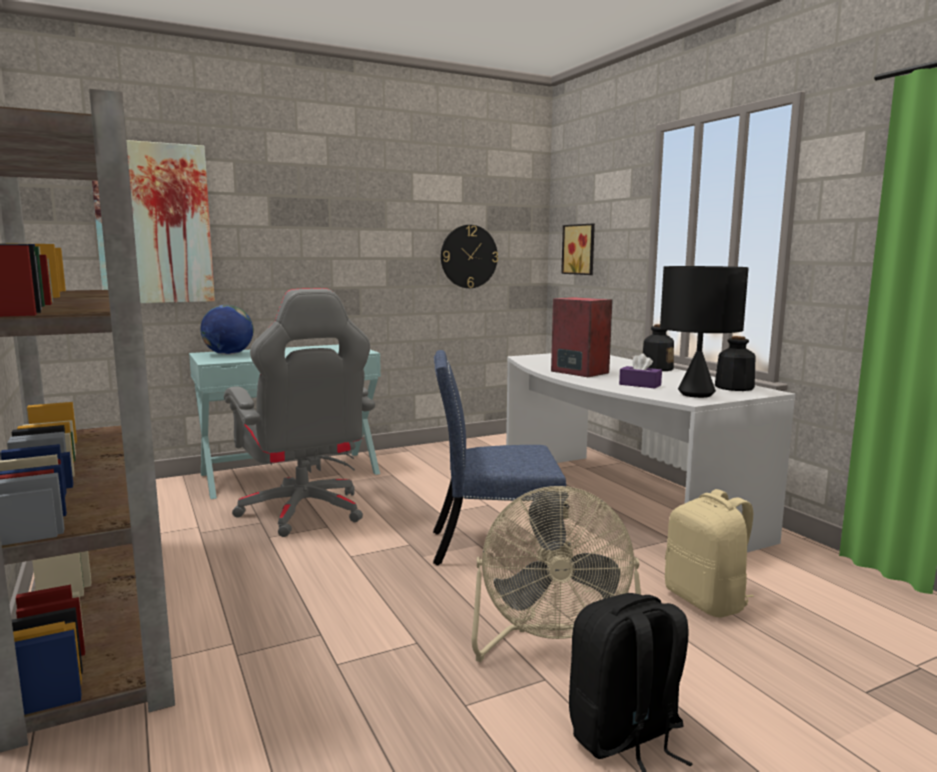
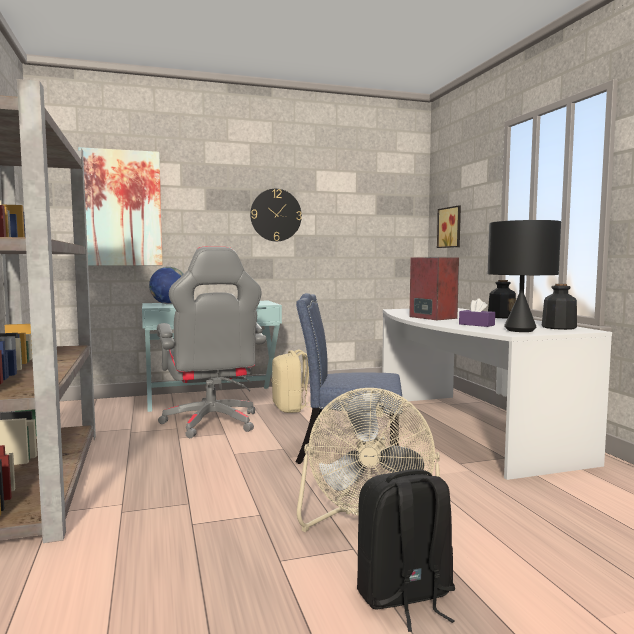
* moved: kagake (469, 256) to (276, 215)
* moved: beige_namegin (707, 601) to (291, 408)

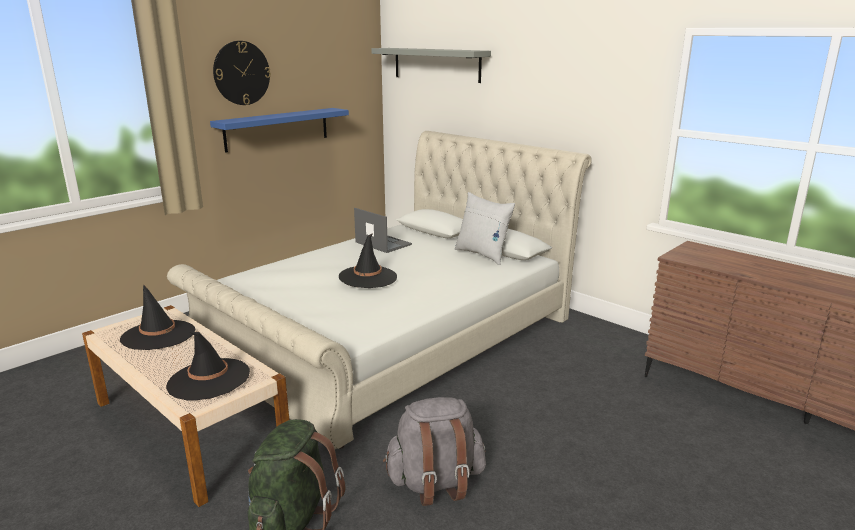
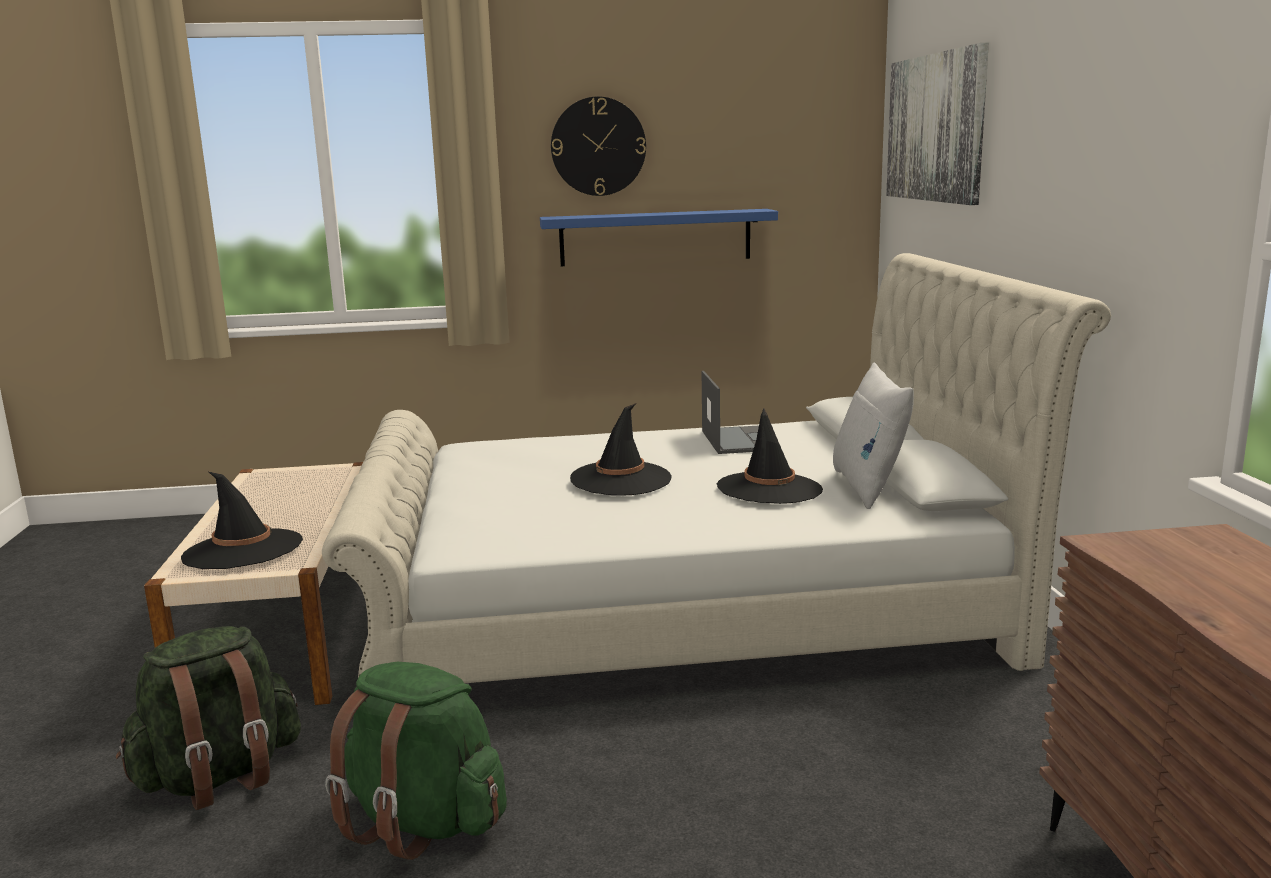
* moved: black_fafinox (158, 335) to (769, 489)
* replaced: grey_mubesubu (436, 64) to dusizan (935, 128)
* recoloured: grey_namegin (435, 483) to green_namegin (423, 822)

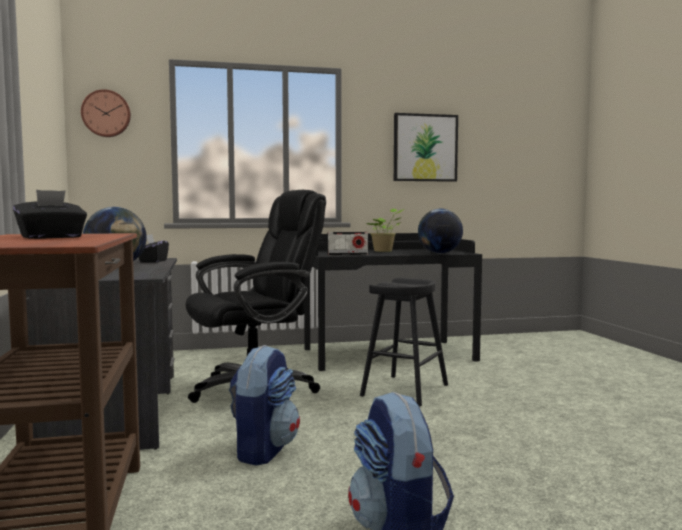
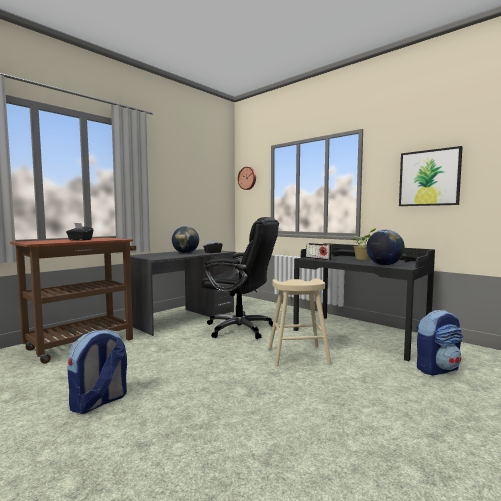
* moved: namegin (263, 450) to (437, 369)
* recoloured: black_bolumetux (405, 390) to beige_bolumetux (298, 356)

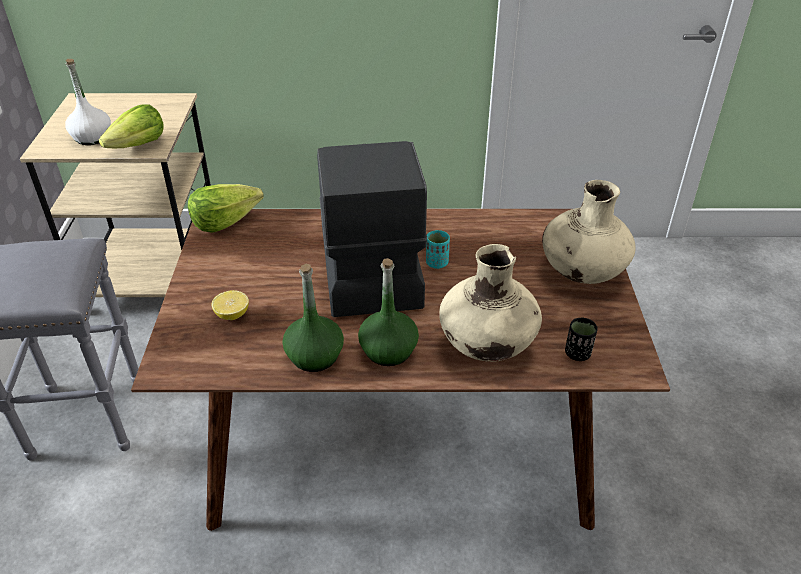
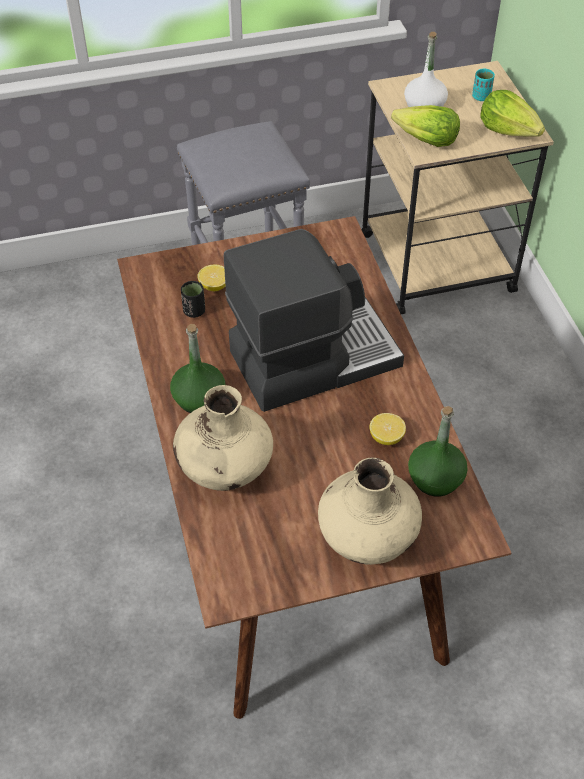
* added: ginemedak (386, 437)
* moved: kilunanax (225, 221) to (509, 130)
* moved: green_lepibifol (314, 356) to (435, 479)
* moved: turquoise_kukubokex (437, 263) to (481, 97)
* moved: black_kukubokex (577, 354) to (194, 311)

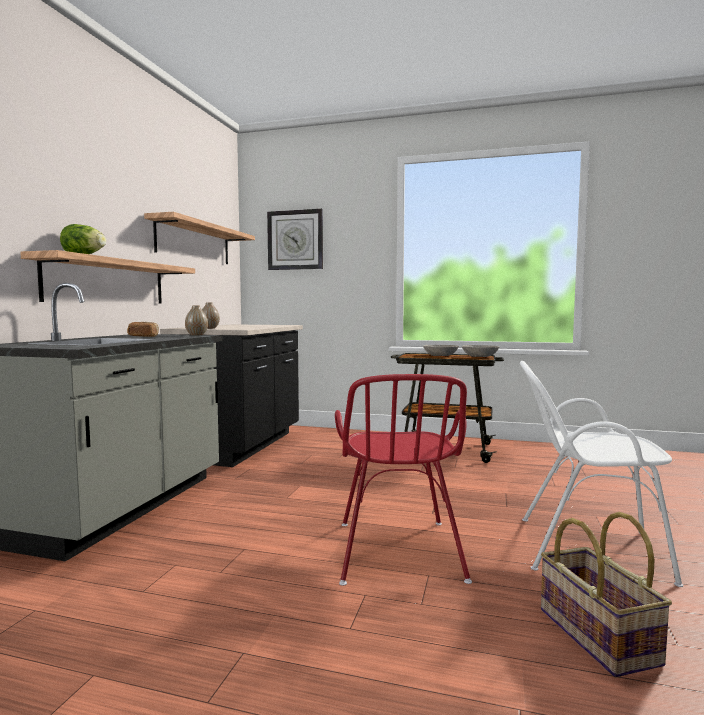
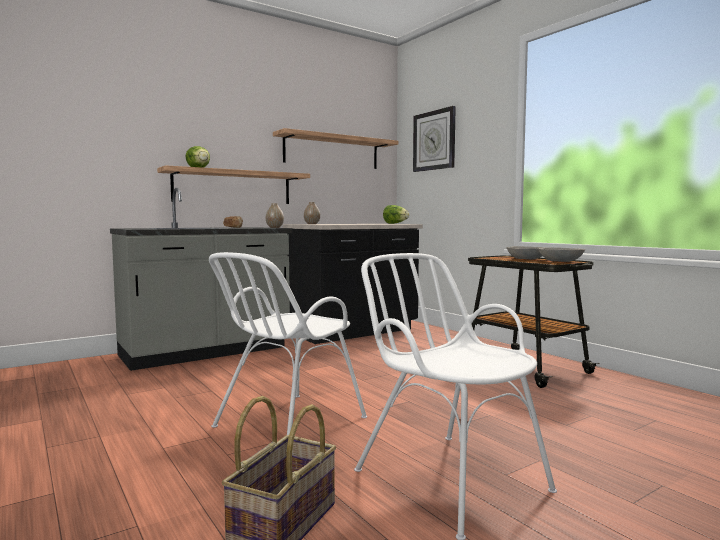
* added: kilunanax (395, 223)
* recoloured: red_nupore (398, 553) to white_nupore (287, 424)

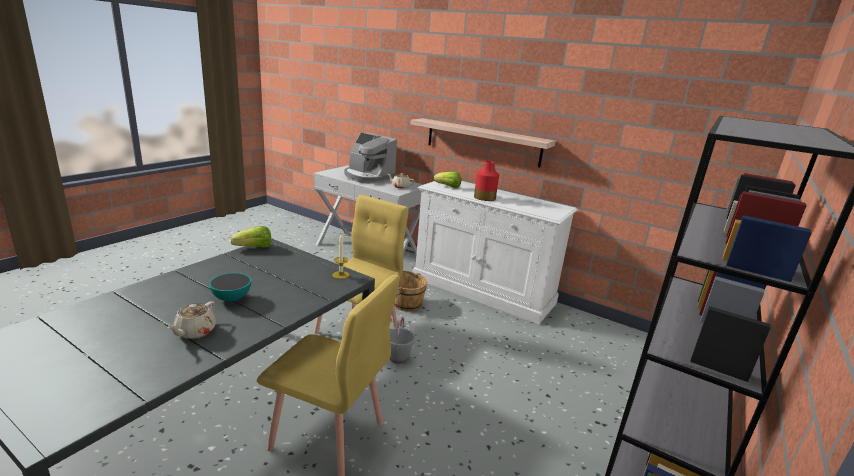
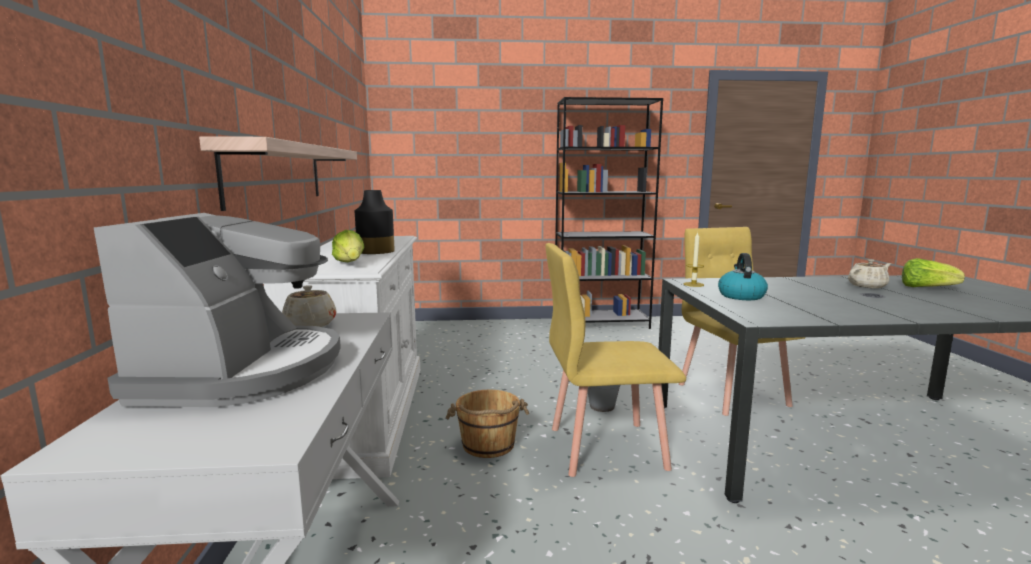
* removed: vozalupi (231, 298)
* added: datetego (741, 296)
* moved: kilunanax (254, 248) to (926, 288)
* recoloured: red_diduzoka (484, 197) to black_diduzoka (376, 251)

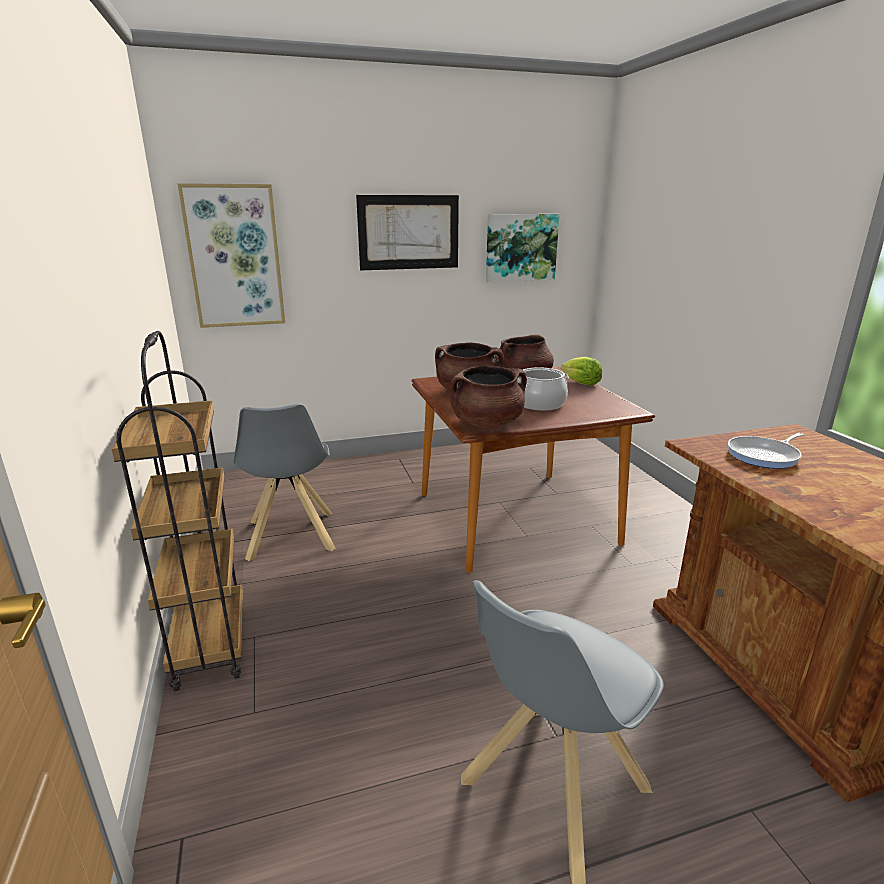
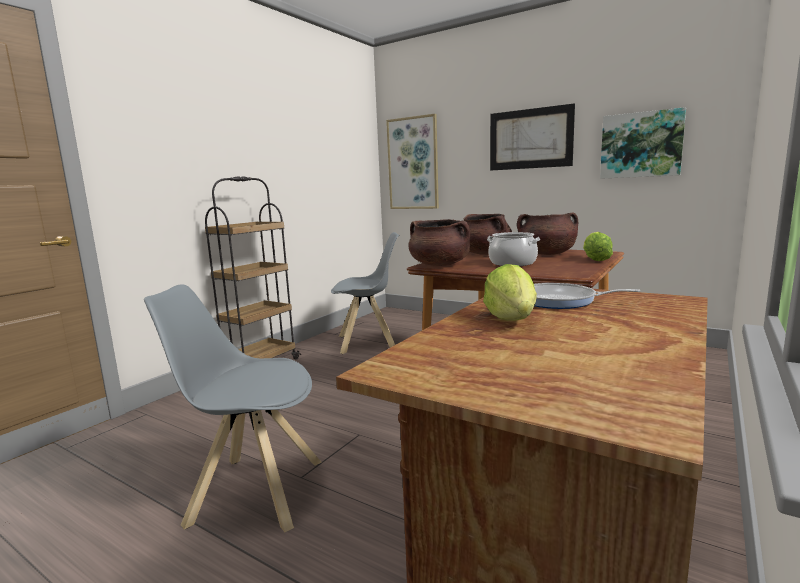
* added: kilunanax (512, 319)
* turned: grey_nupore (291, 537) = (369, 342) 135 degrees counterclockwise

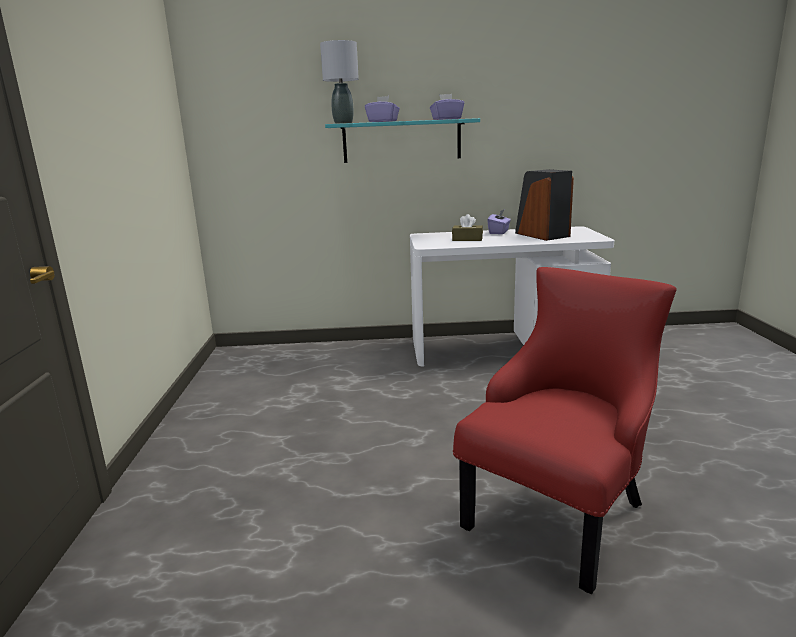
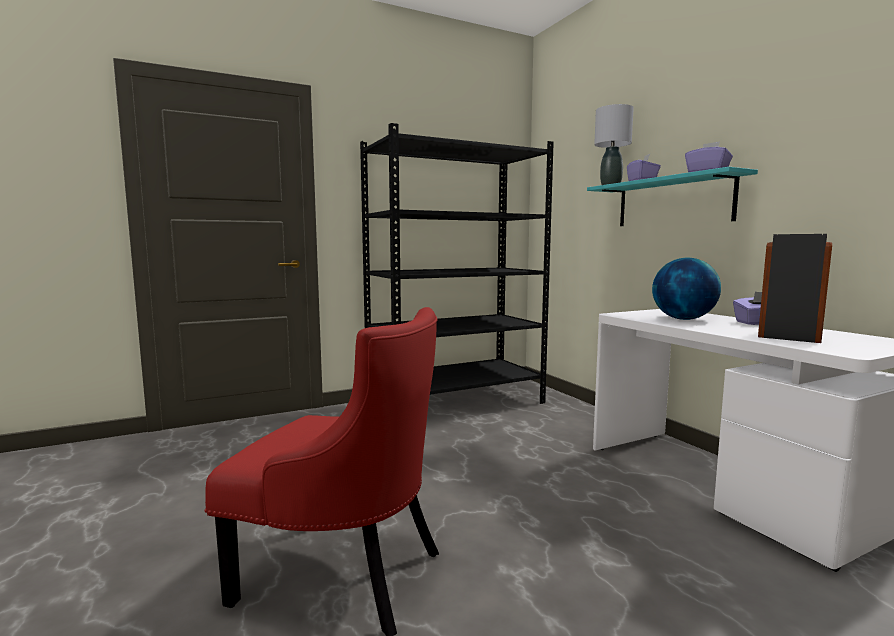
* added: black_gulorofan (455, 402)
* replaced: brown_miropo (467, 239) to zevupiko (683, 319)

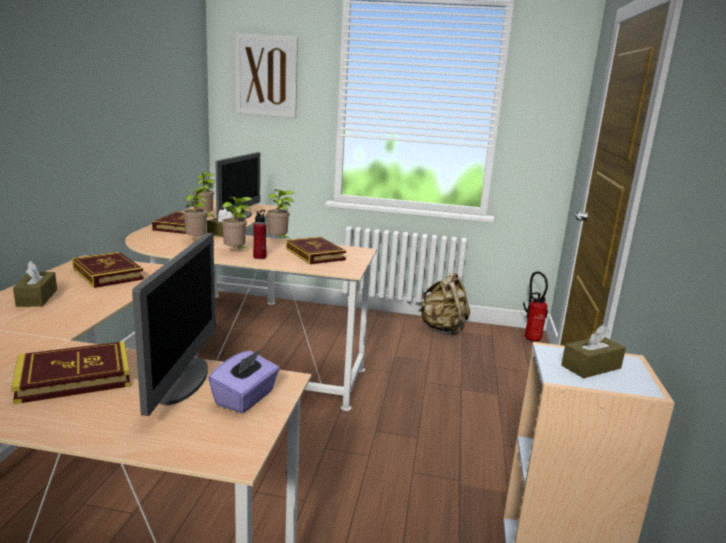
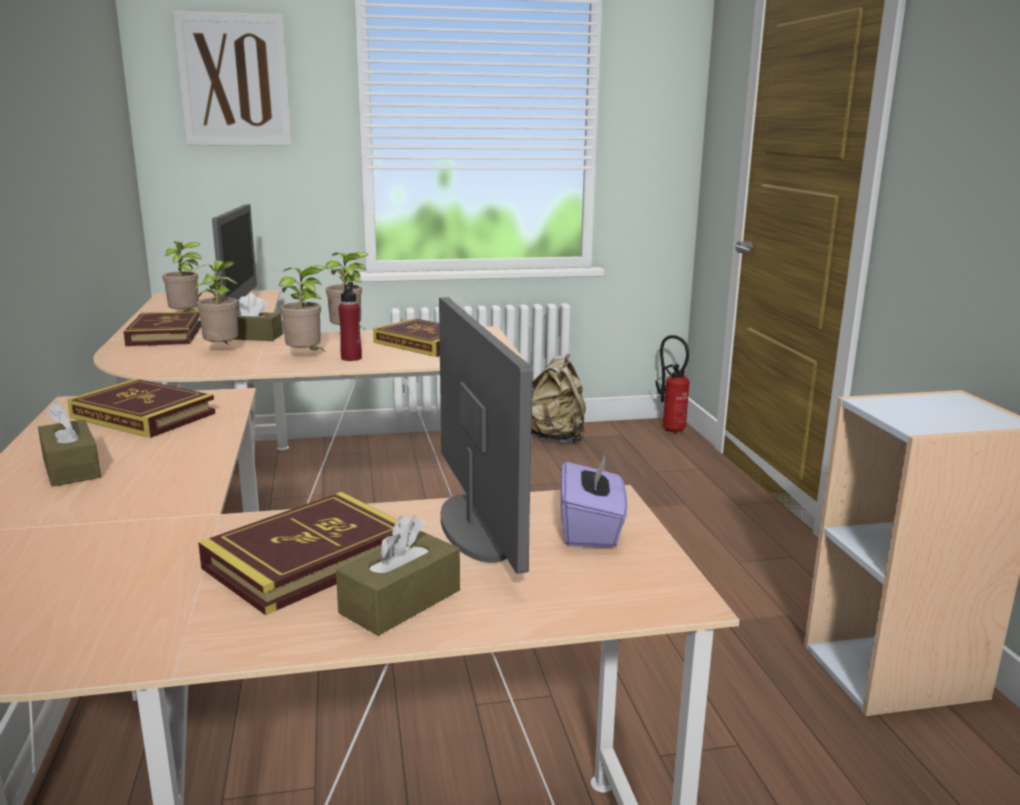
* moved: brown_miropo (591, 367) to (400, 601)

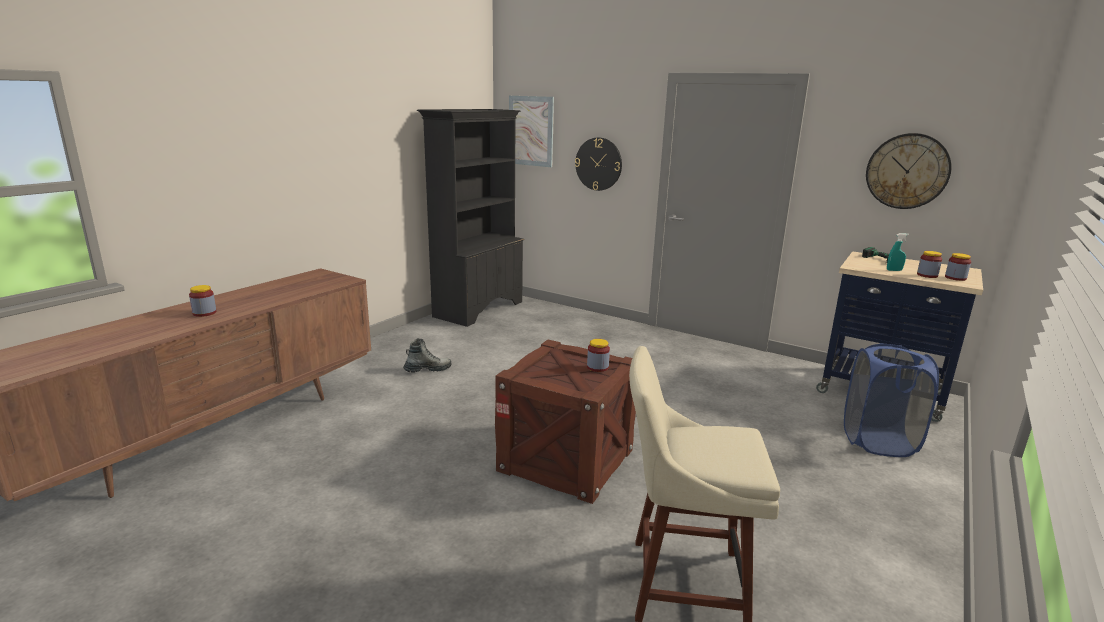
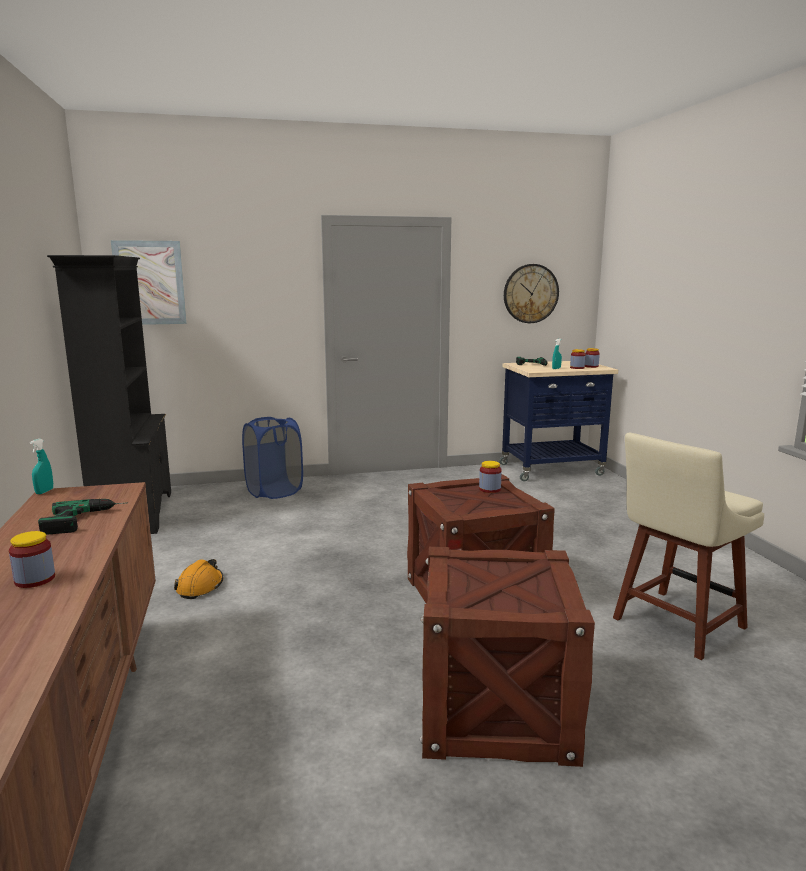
* removed: kagake (598, 164)
* added: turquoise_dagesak (44, 491)
* added: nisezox (86, 520)
* added: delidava (496, 709)
* moved: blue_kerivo (878, 441) to (274, 491)
* replaced: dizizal (427, 369) to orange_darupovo (200, 587)

